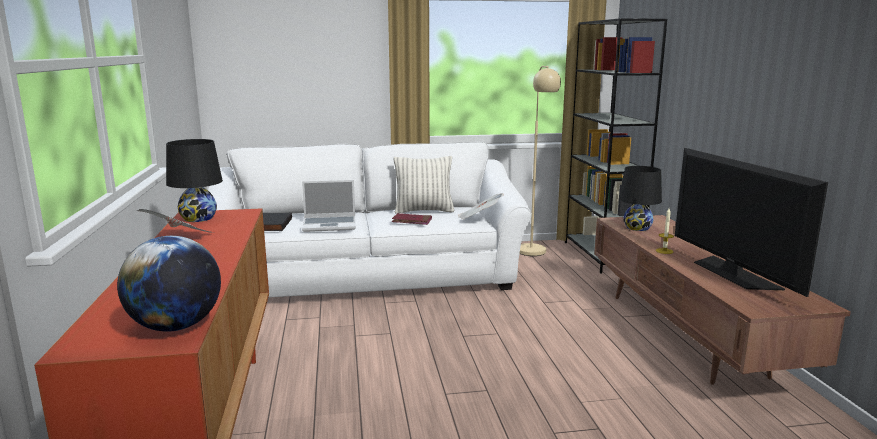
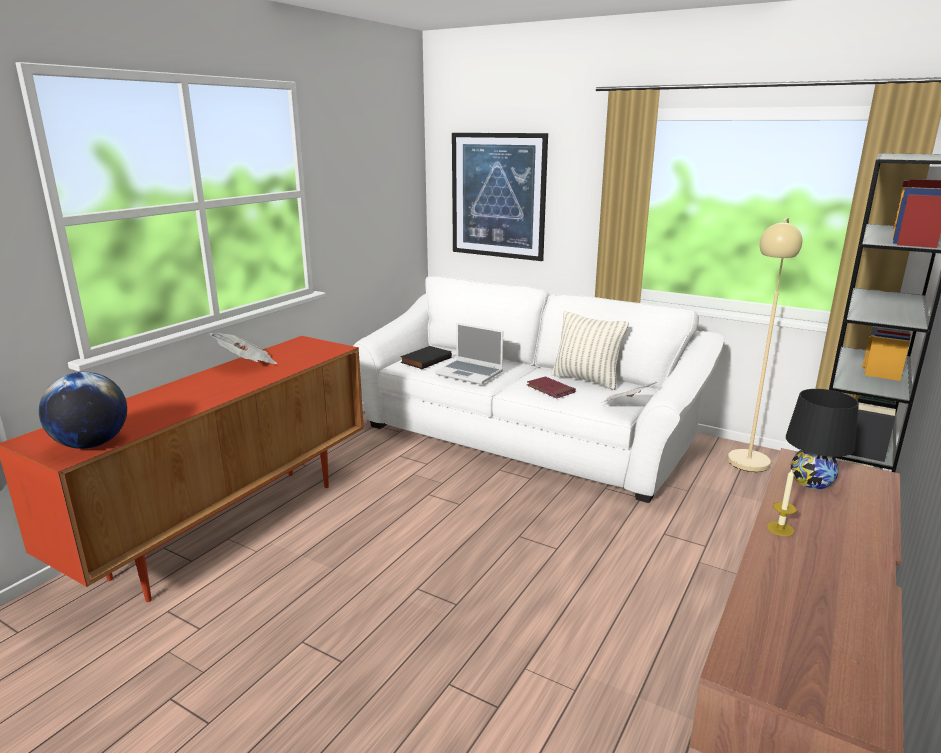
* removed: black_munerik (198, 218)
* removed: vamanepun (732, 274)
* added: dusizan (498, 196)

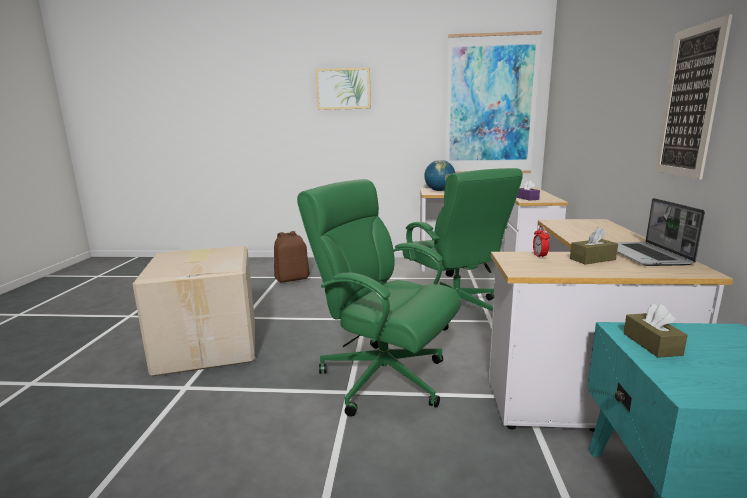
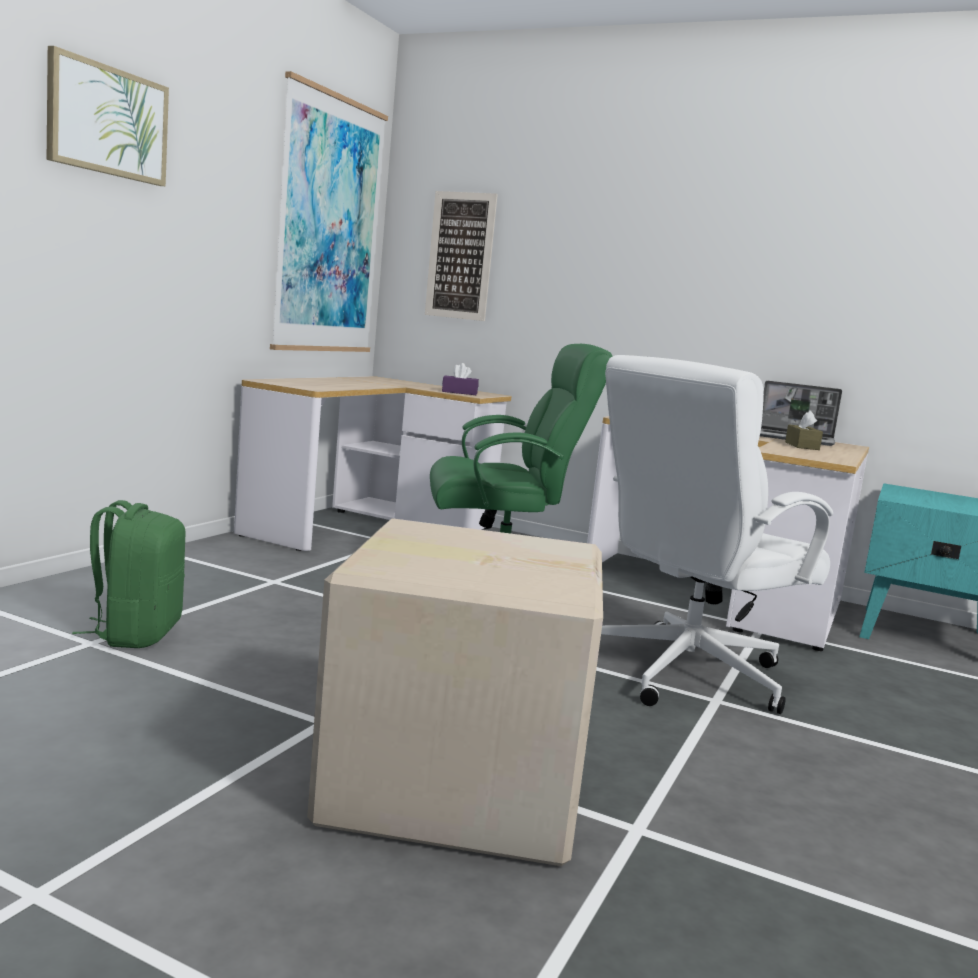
* removed: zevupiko (439, 190)
* removed: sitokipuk (539, 256)
* removed: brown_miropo (652, 344)
* moved: dusizan (689, 103) to (460, 256)
* recoloured: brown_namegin (292, 278) to green_namegin (136, 634)
* recoloured: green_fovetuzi (384, 378) to white_fovetuzi (687, 672)

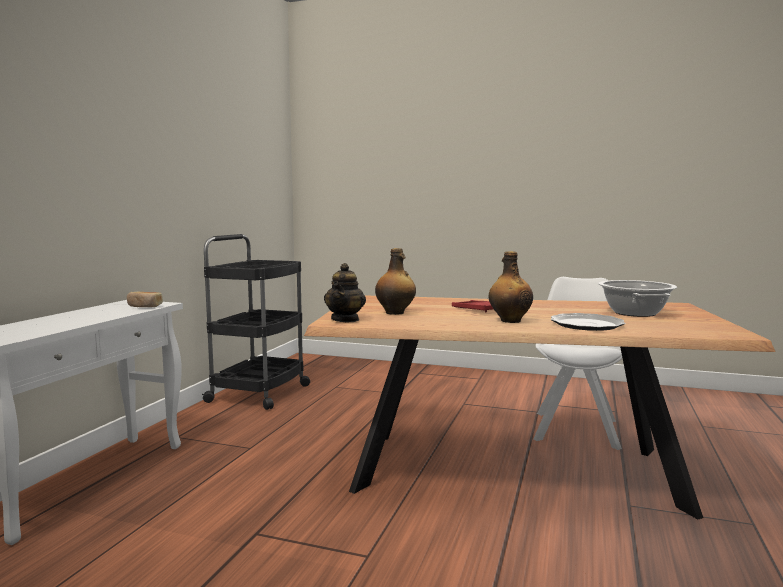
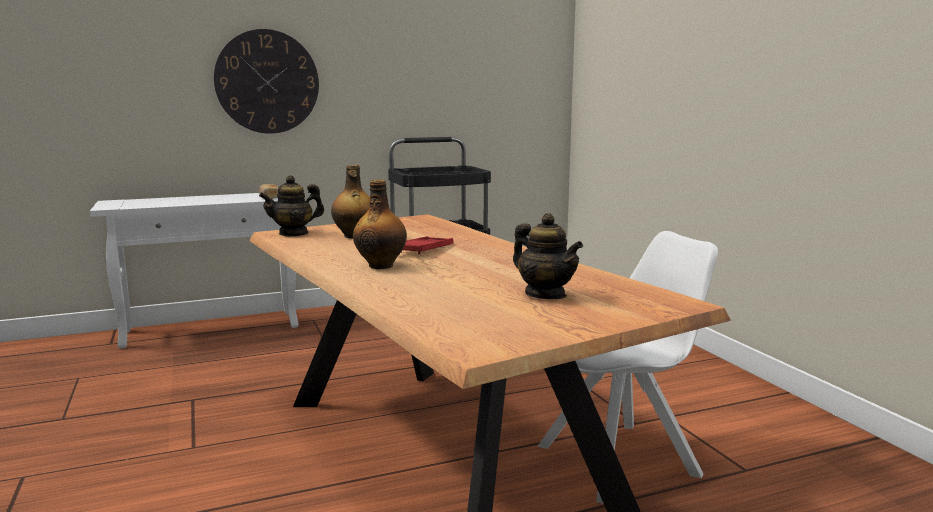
* removed: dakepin (586, 325)
* added: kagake (267, 82)
* replaced: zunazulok (634, 313) to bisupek (545, 295)

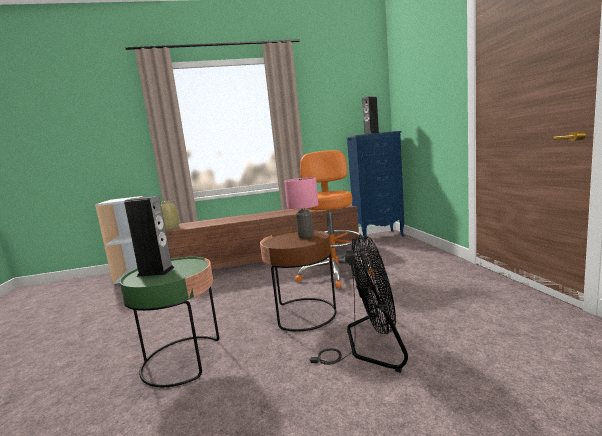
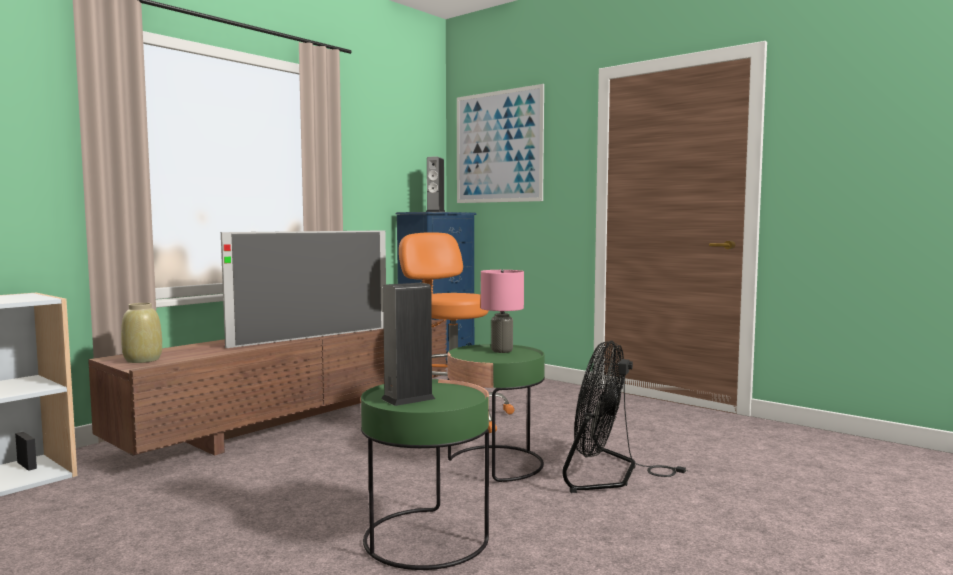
* added: vamanepun (312, 337)
* added: dusizan (498, 147)
* recoloured: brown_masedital (303, 314) to green_masedital (496, 463)
* turned: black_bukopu (366, 343) = (612, 472) 120 degrees counterclockwise

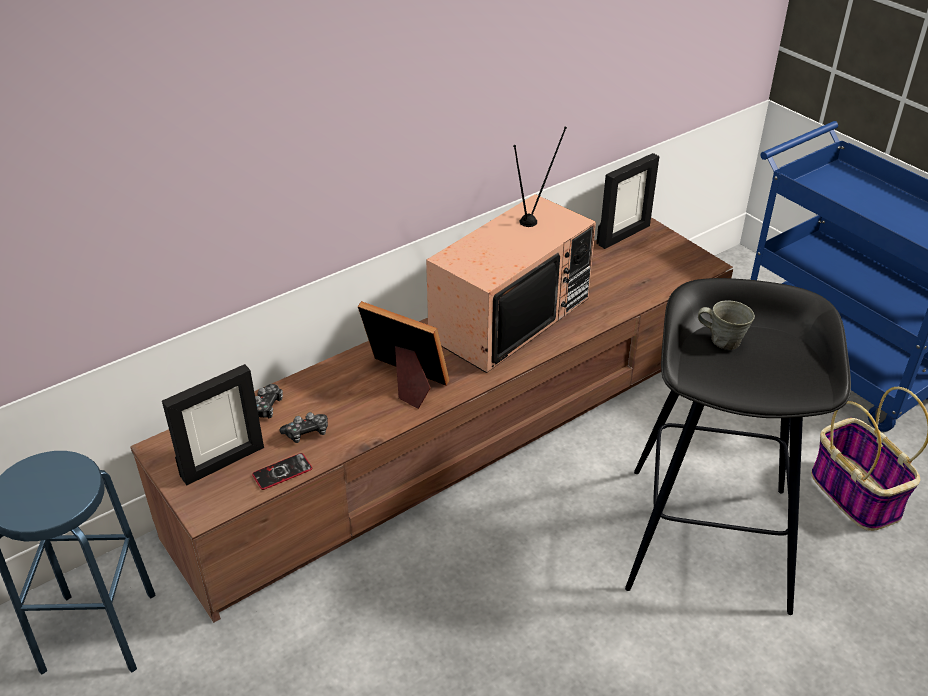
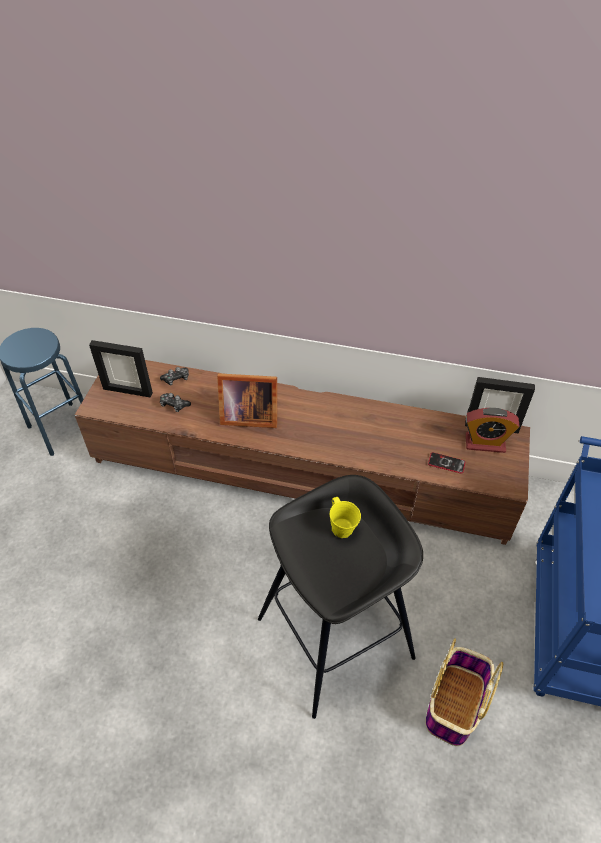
* removed: vamanepun (509, 316)
* added: sitokipuk (485, 443)
* moved: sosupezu (282, 472) to (446, 463)
* recoloured: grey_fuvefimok (723, 340) to yellow_fuvefimok (342, 527)
* turned: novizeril (405, 382) = (247, 416) 105 degrees clockwise

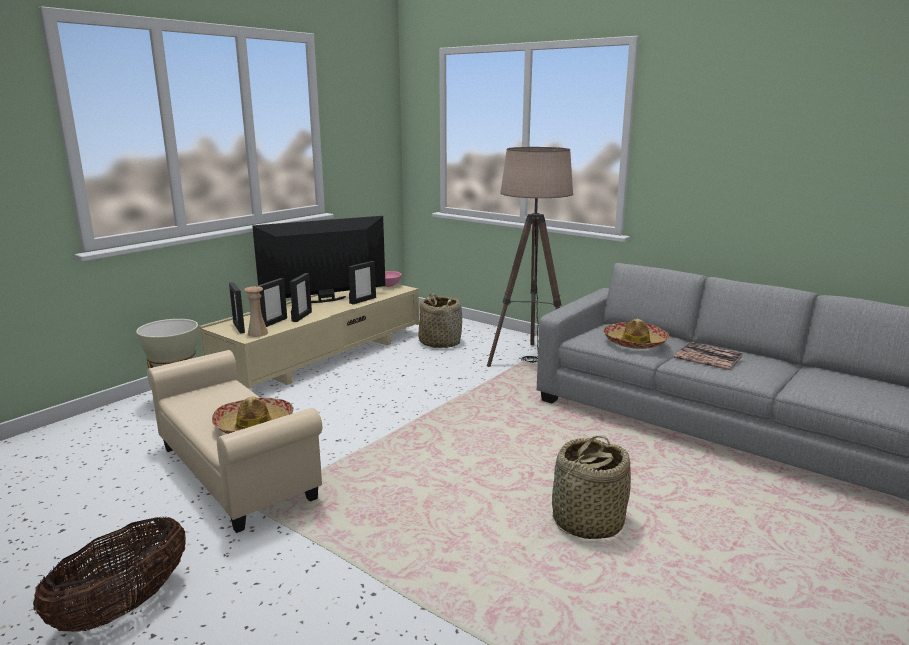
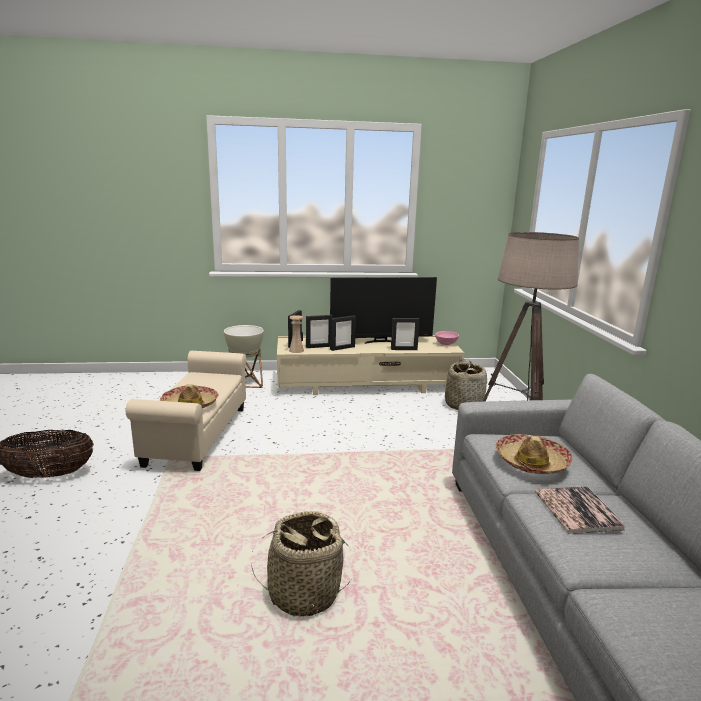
* turned: vamanepun (326, 300) = (381, 342) 150 degrees clockwise

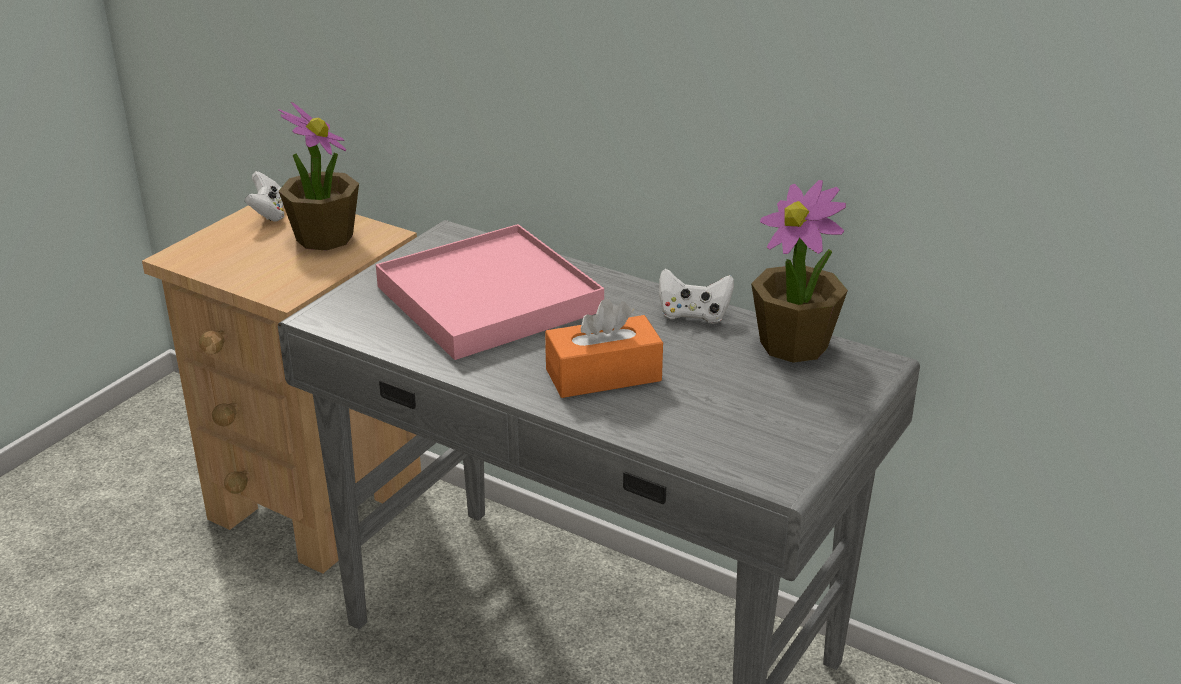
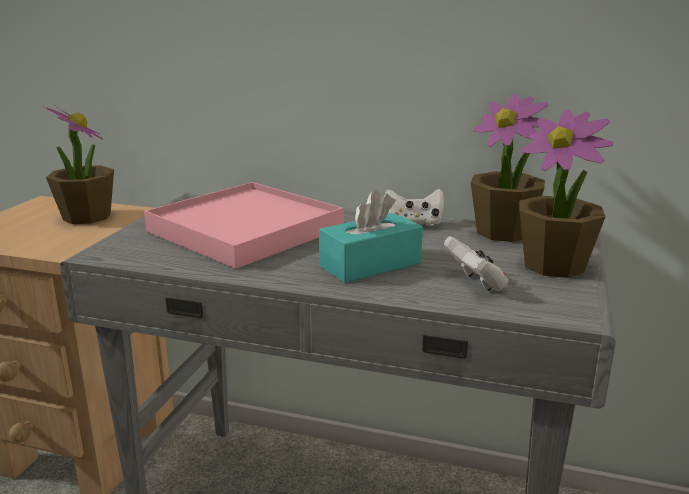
* added: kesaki (554, 265)
* moved: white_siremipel (269, 213) to (476, 283)
* recoloured: orange_miropo (603, 375) to turquoise_miropo (370, 264)

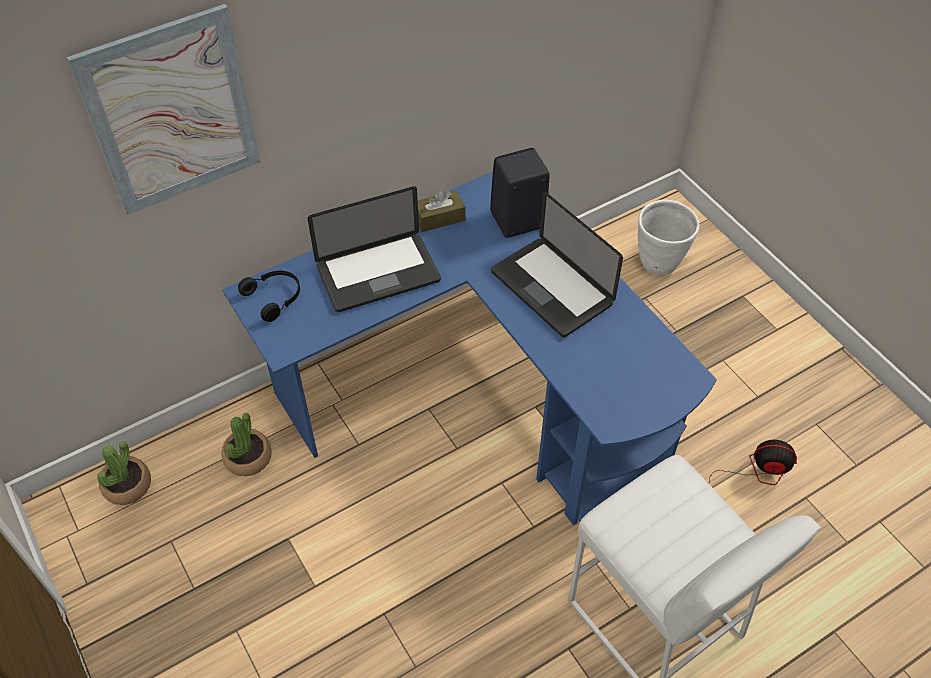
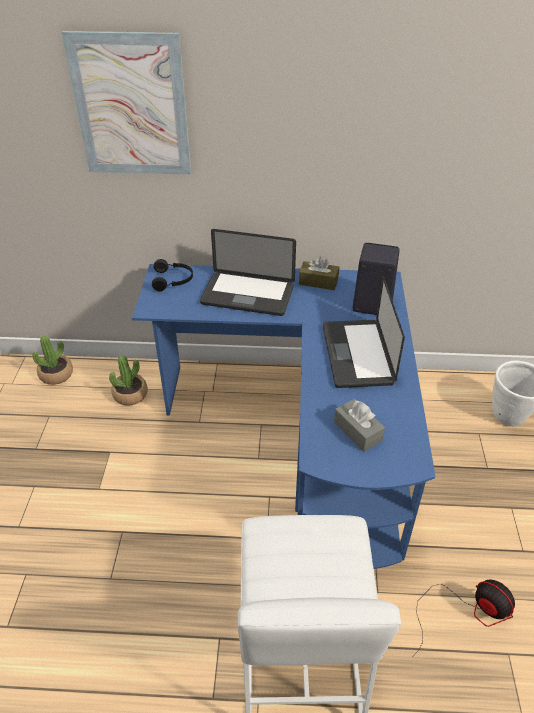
* added: grey_miropo (357, 431)

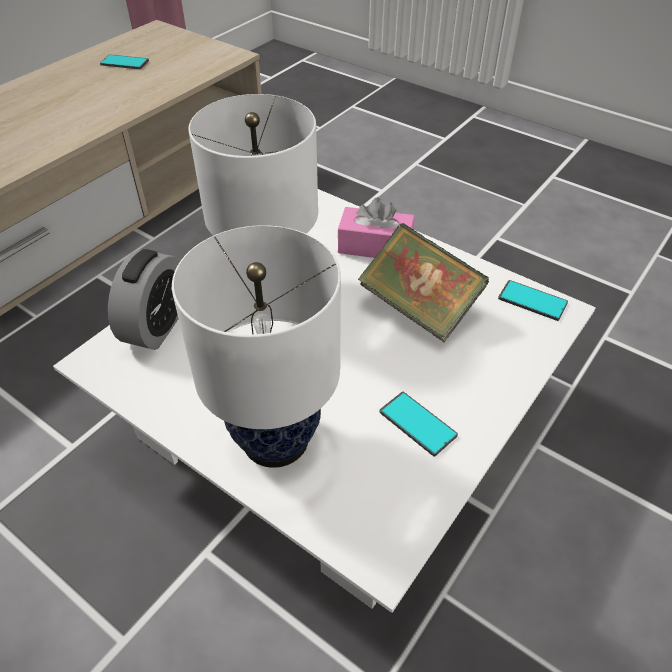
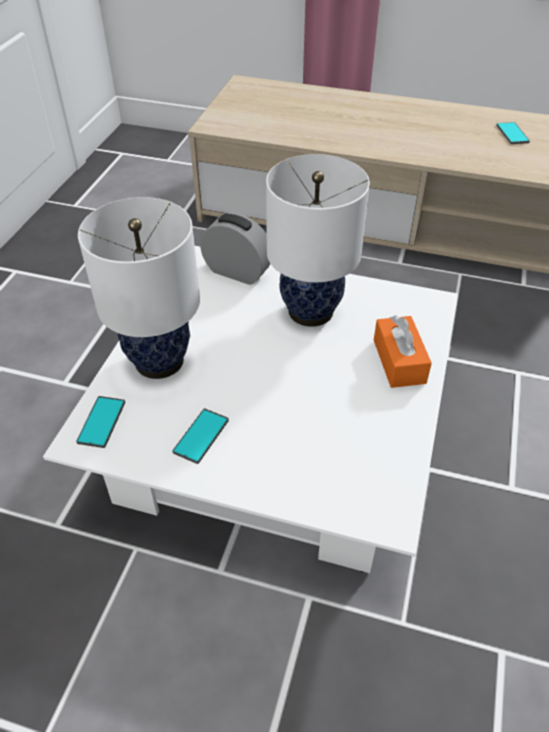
* removed: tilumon (419, 308)
* moved: sosupezu (532, 301) to (101, 422)
* recoloured: pink_miropo (375, 246) to orange_miropo (399, 361)
* turned: sitokipuk (157, 325) = (237, 272) 150 degrees counterclockwise

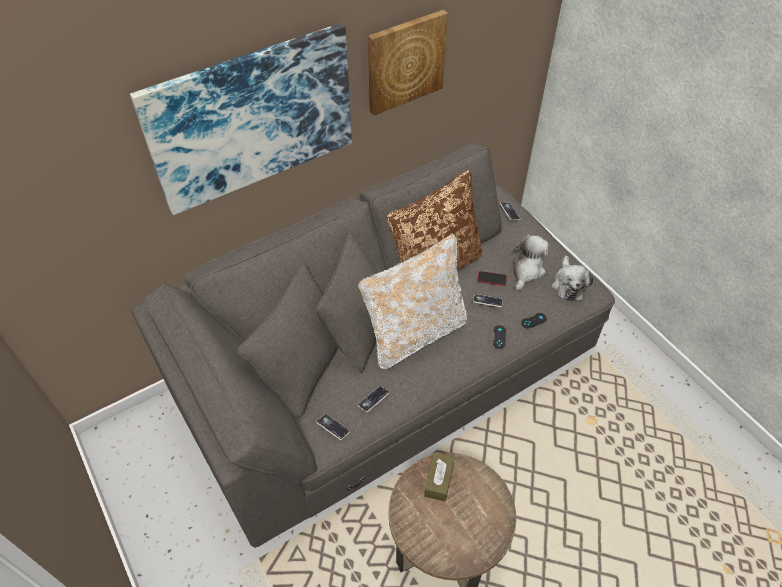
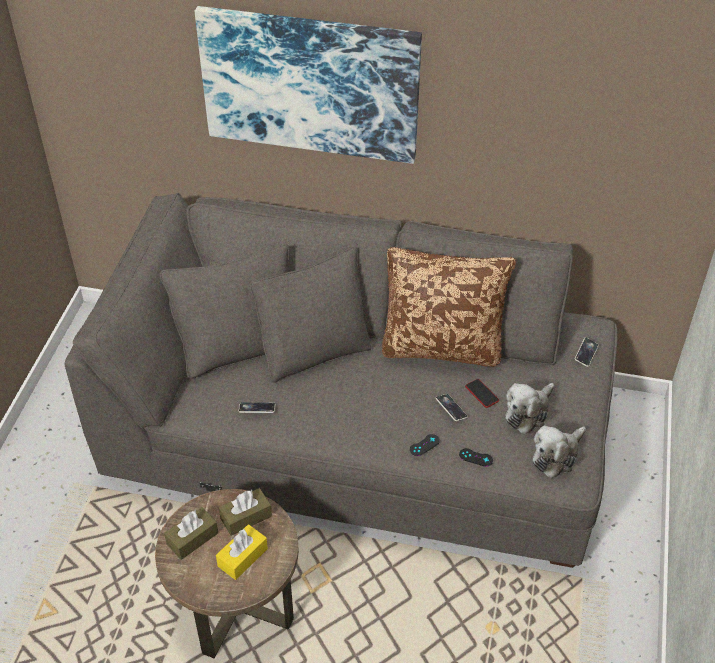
* removed: sosupezu (333, 427)
* removed: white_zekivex (417, 335)
* removed: dusizan (405, 61)
* added: brown_miropo (192, 538)
* added: yellow_miropo (242, 557)
* turned: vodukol (526, 270) = (528, 412) 150 degrees clockwise

